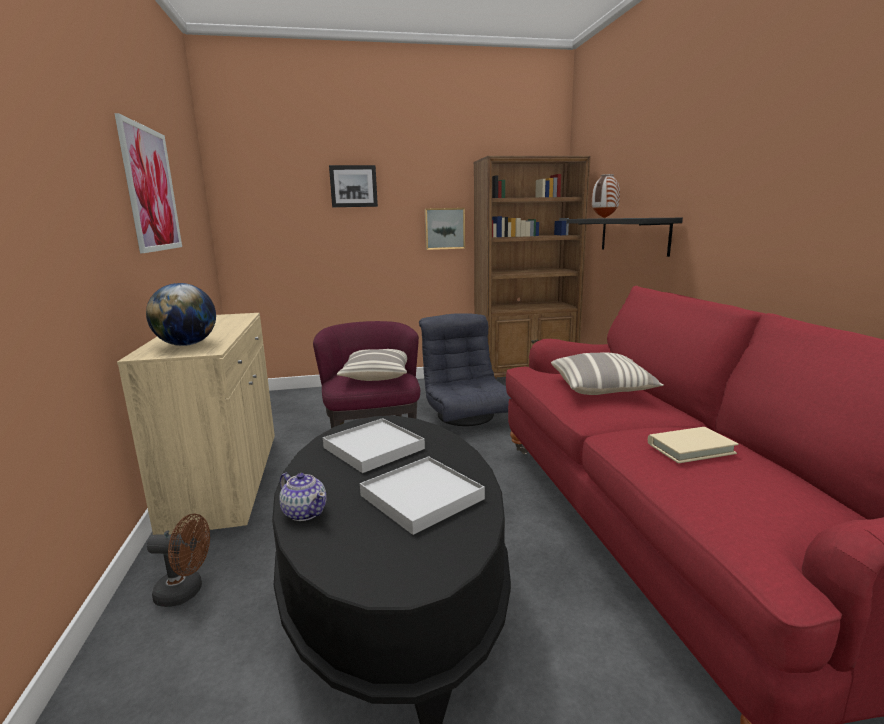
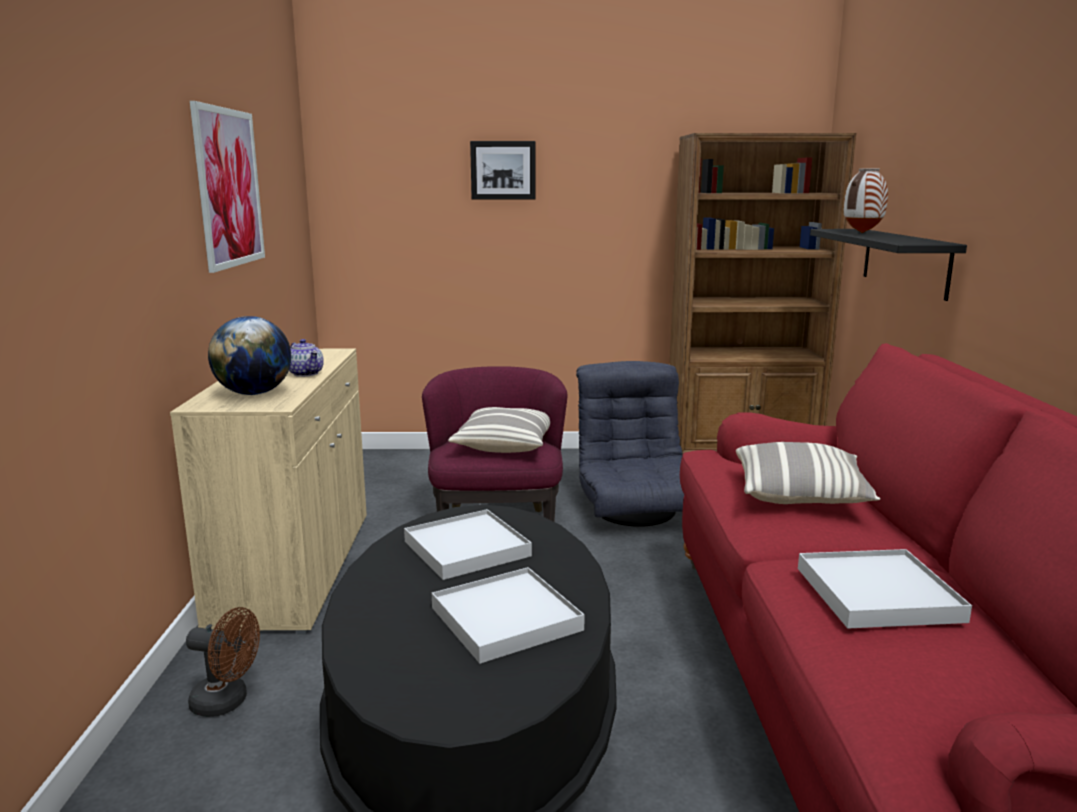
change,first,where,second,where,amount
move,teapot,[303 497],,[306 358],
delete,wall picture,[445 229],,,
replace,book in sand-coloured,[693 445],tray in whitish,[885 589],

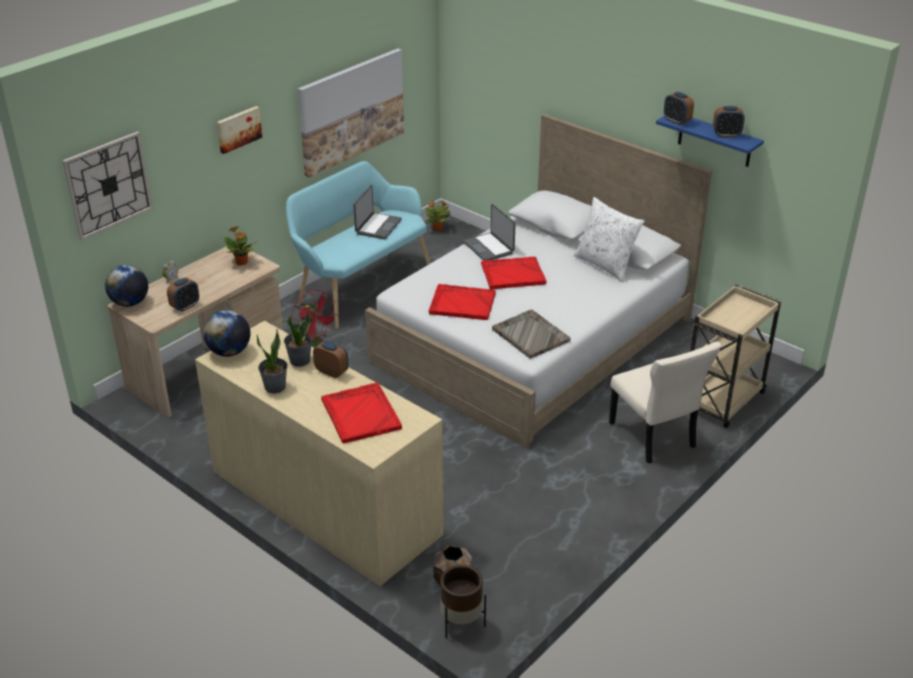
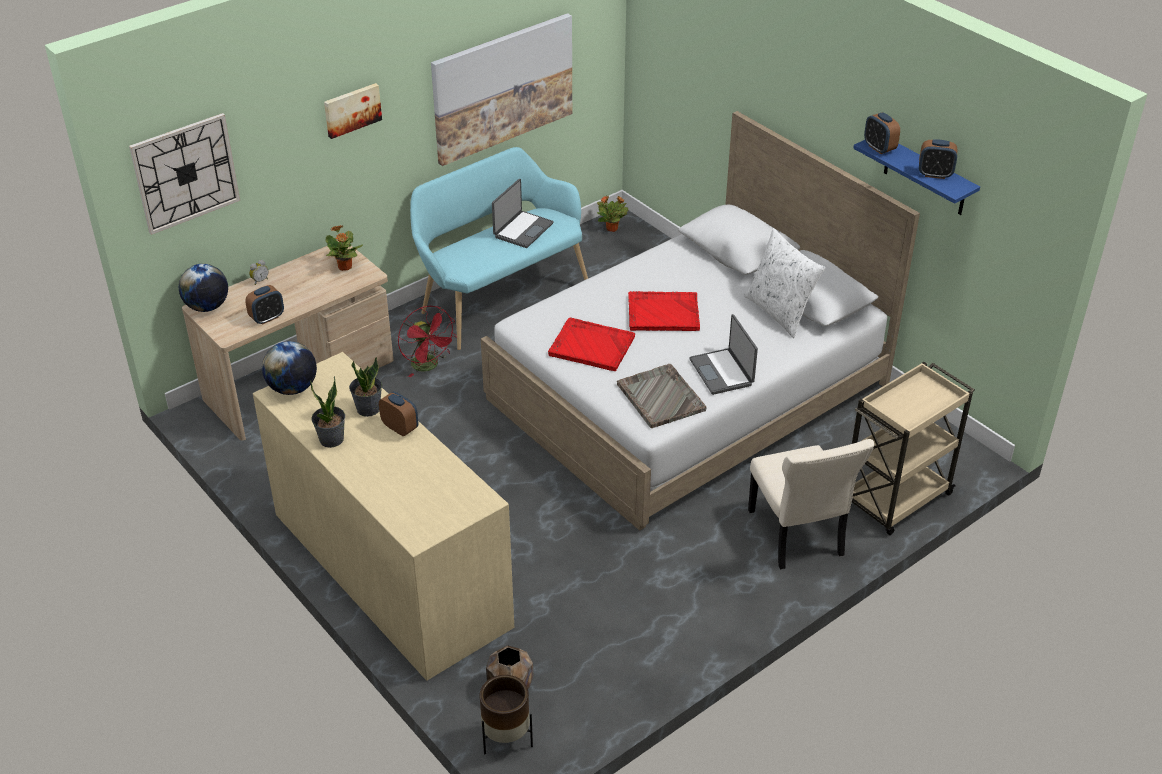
change,first,where,second,where,amount
delete,tray in red,[361 413],,,
move,notebook computer,[489 232],,[723 354],

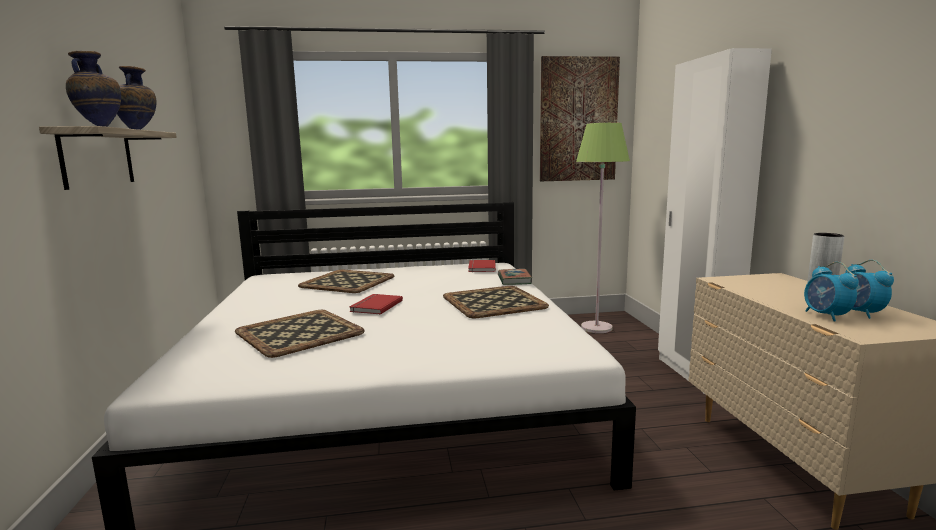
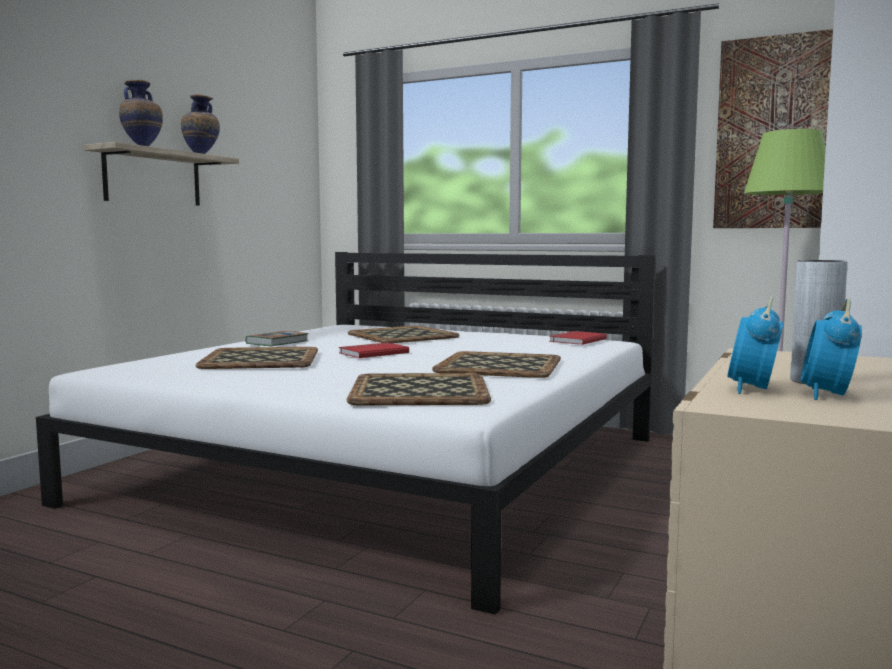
change,first,where,second,where,amount
move,book,[515 277],,[277 338],
insert,,,tray,[419 389],

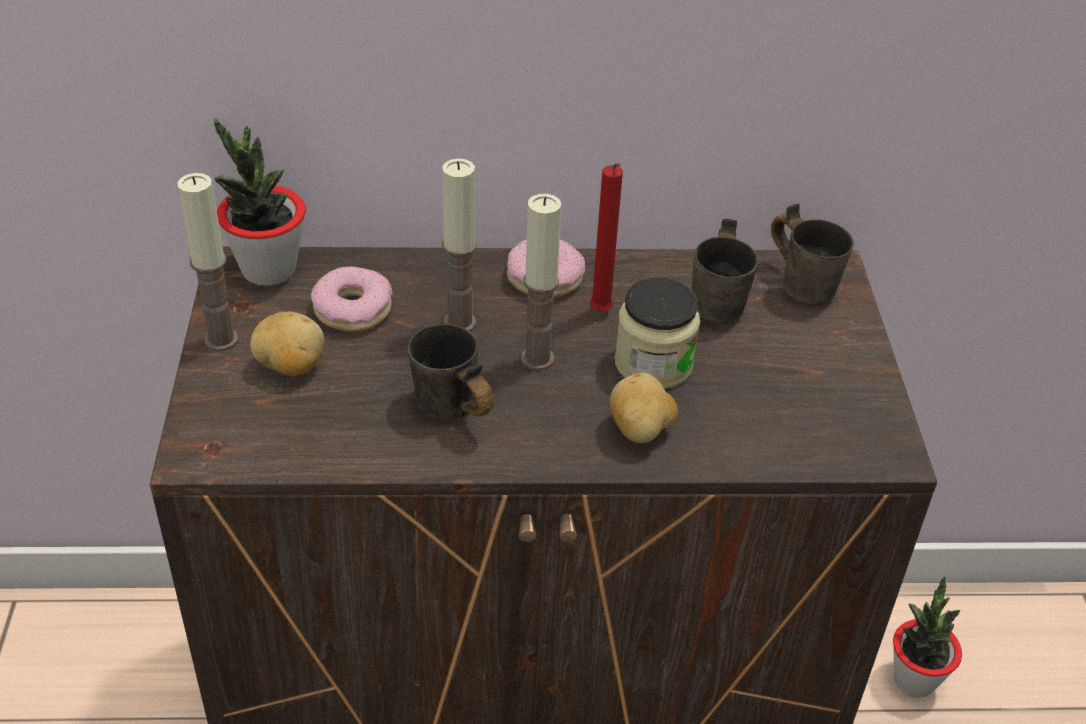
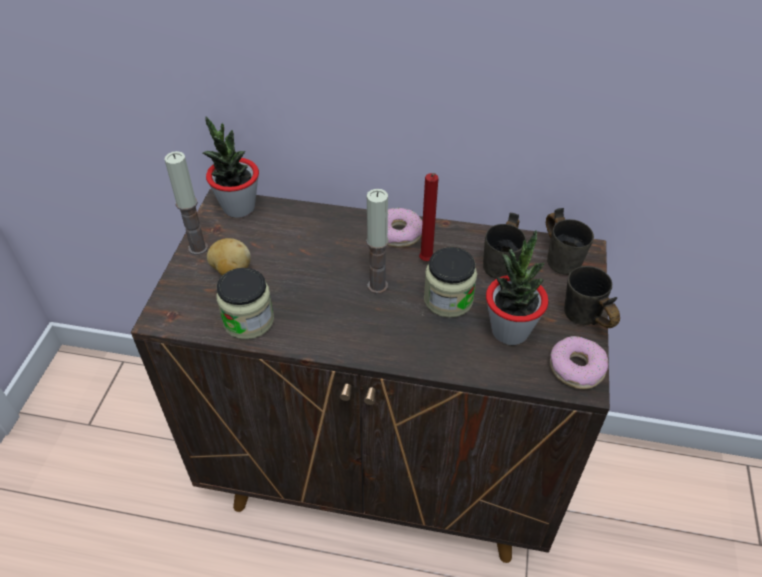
change,first,where,second,where,amount
move,doughnut,[352 299],,[579 362],
move,mug in greyish,[451 371],,[592 297],
delete,wax candle,[459 244],,,
delete,spud,[644 408],,,
move,houseplant,[927 637],,[517 287],
insert,,,preserve jar,[245 304],

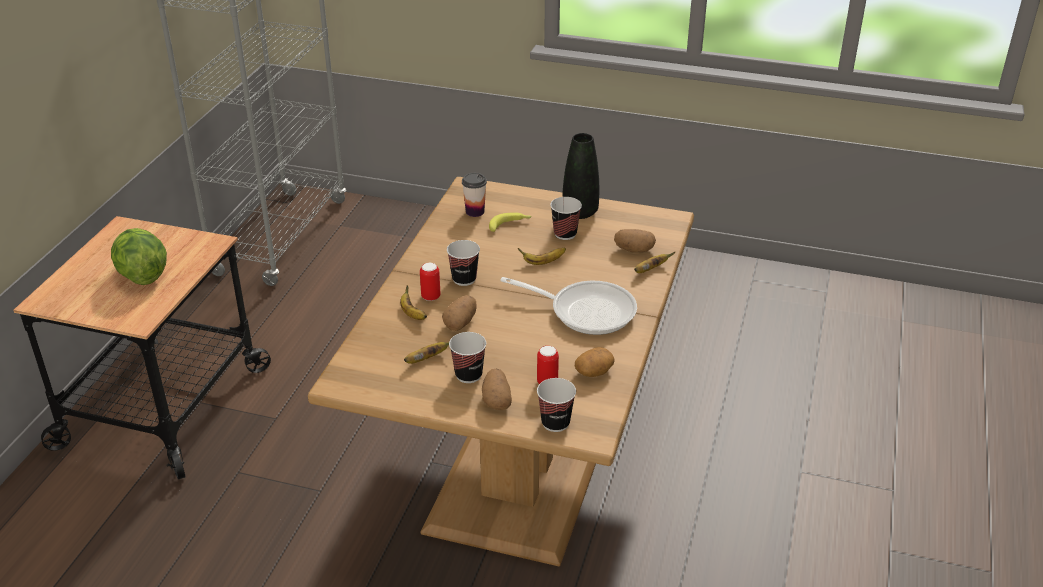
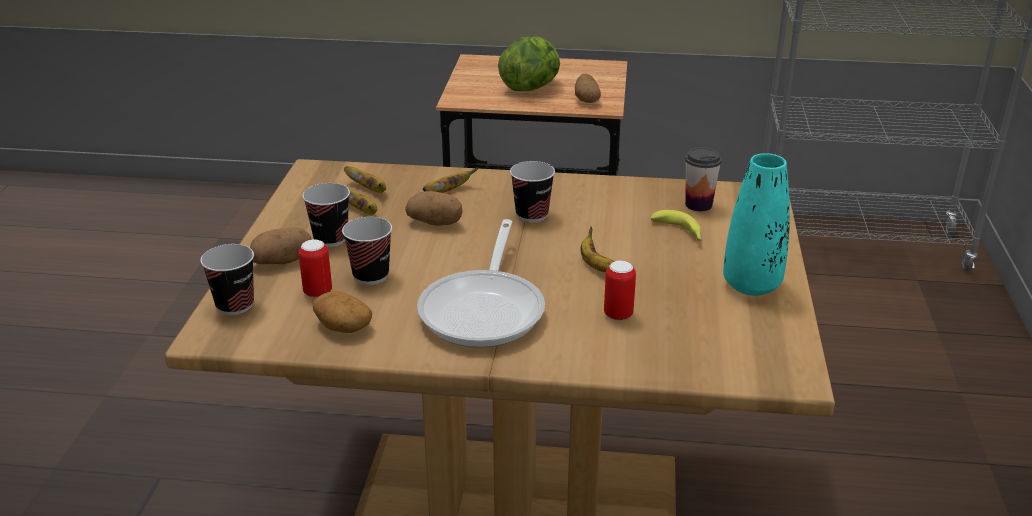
change,first,where,second,where,amount
move,sealed can,[430 282],,[620 290],
move,cup,[566 218],,[367 251],
recolor,decorative vase in black-coloured,[580 176],decorative vase in turquoise-coloured,[756 224],
move,spud,[635 241],,[588 88],
move,banana,[654 262],,[365 179],

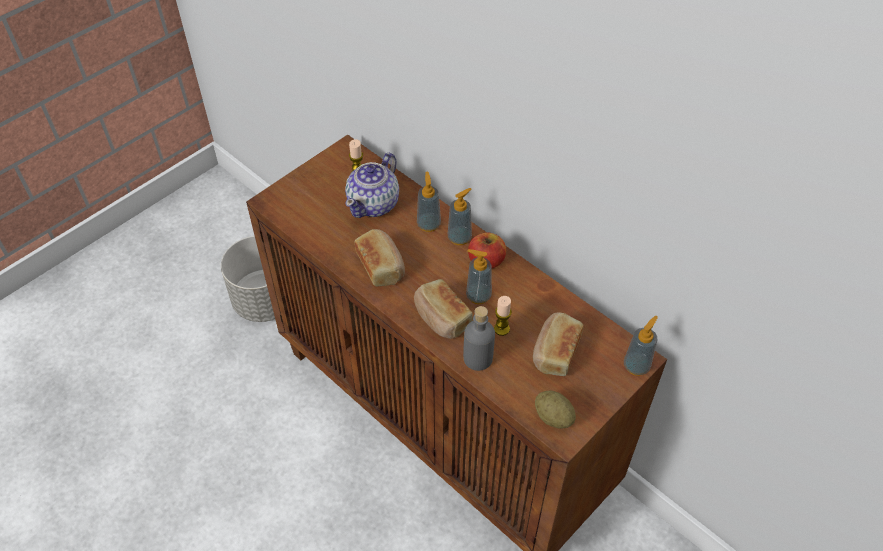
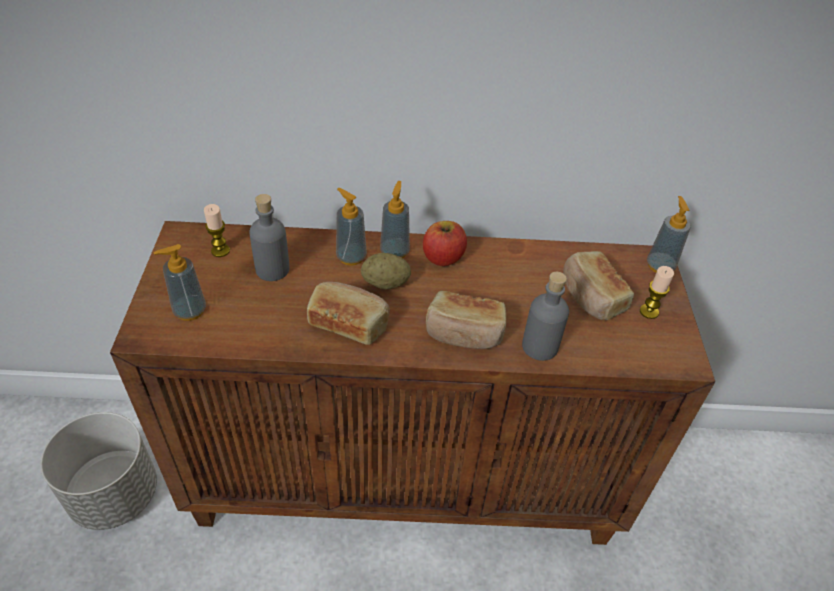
change,first,where,second,where,amount
replace,teapot,[372 185],beverage bottle in greyish,[269 237],
move,soap bottle,[479 276],,[179 282],
move,wax candle,[503 316],,[657 292],
move,spud,[555 409],,[386 271],

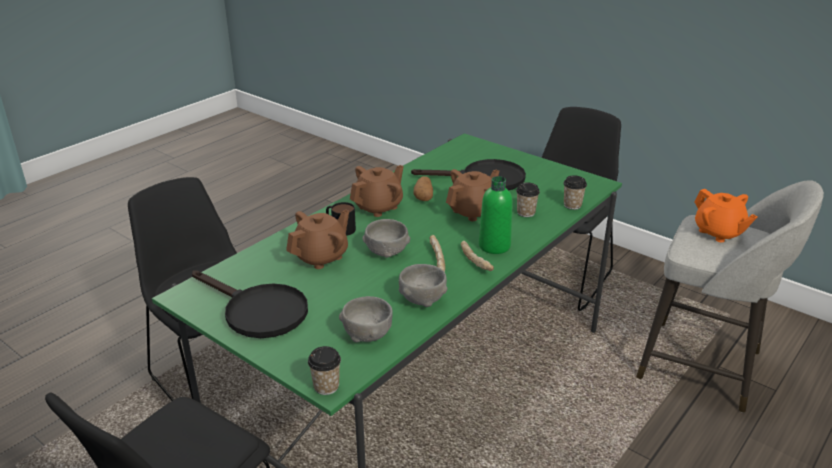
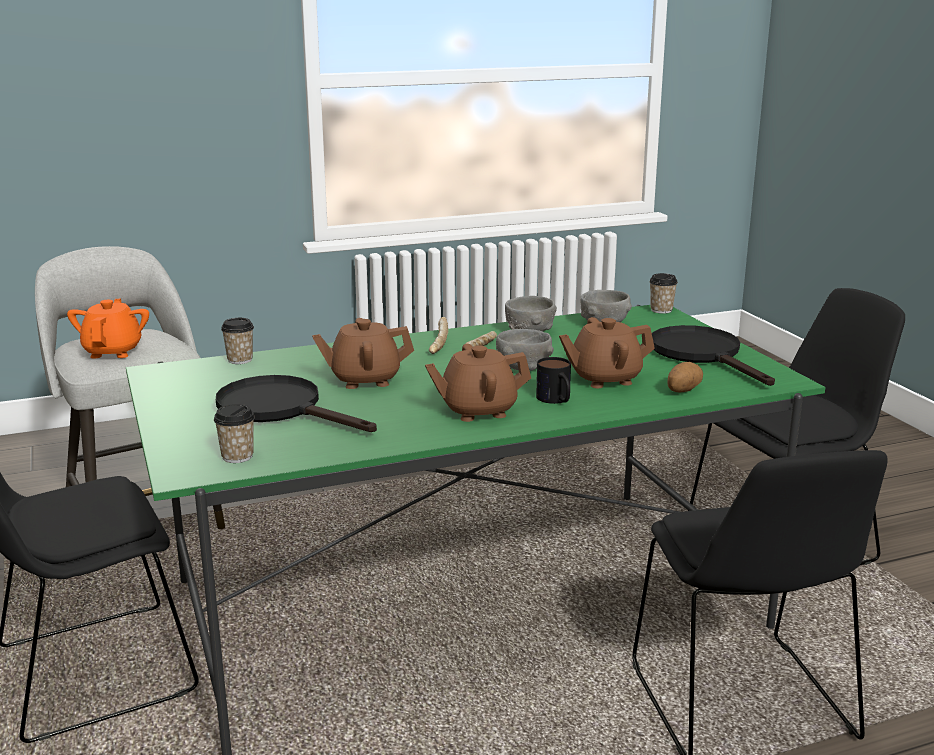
change,first,where,second,where,amount
move,spud,[423 188],,[685 377],
delete,beverage bottle in green,[496 215],,,
move,cup,[528 199],,[234 433],

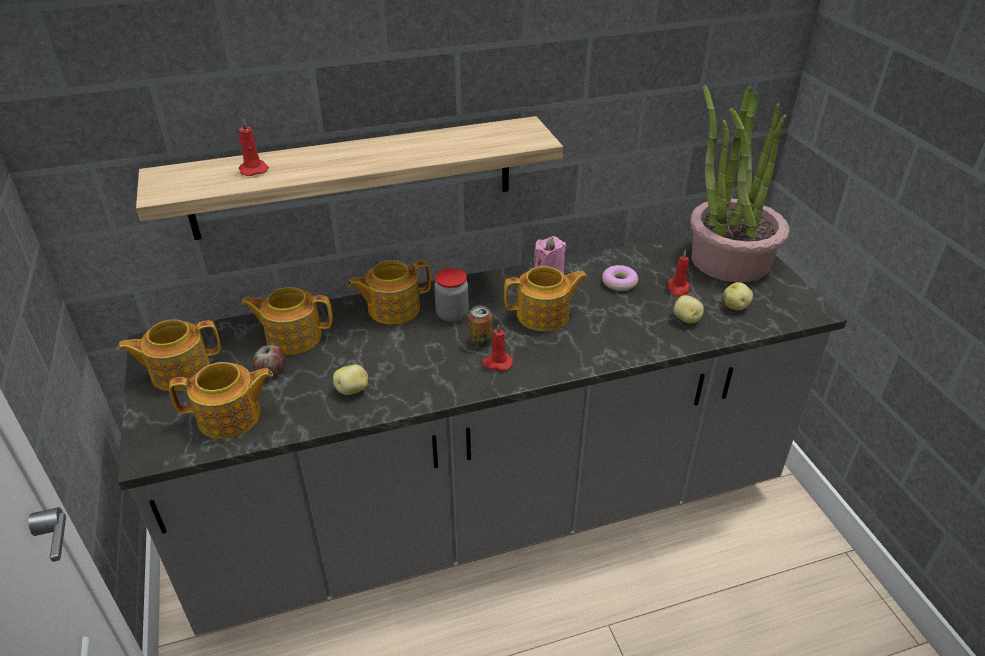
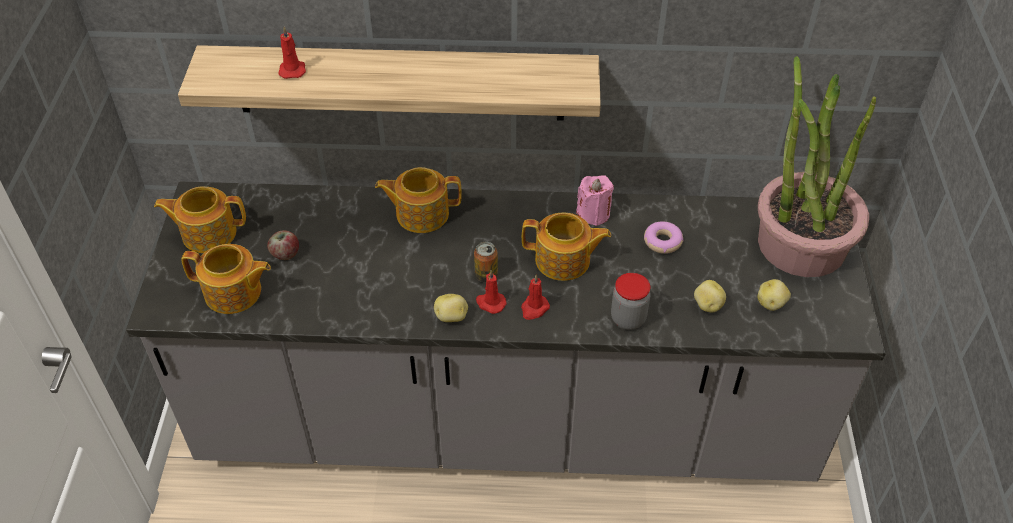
change,first,where,second,where,amount
delete,teapot,[287 321],,,
move,spud,[350 379],,[451 308],
move,preserve jar,[451 295],,[631 301],
move,wax candle in red,[679 273],,[535 297],

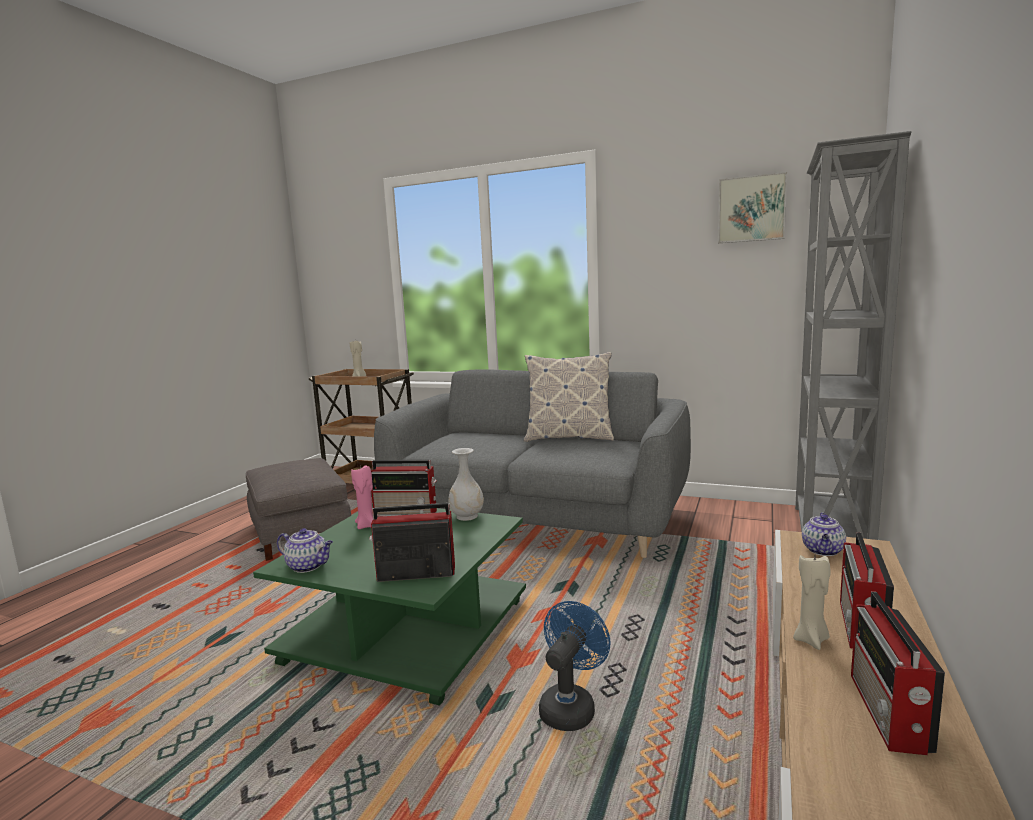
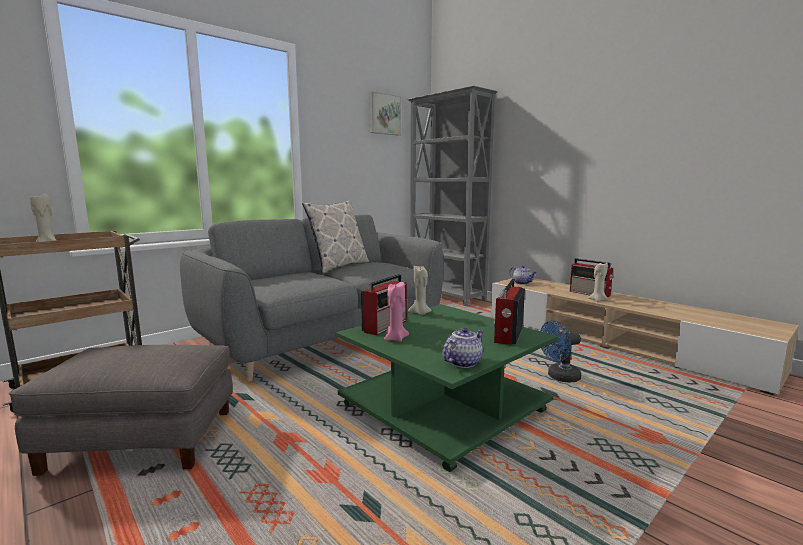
change,first,where,second,where,amount
replace,decorative vase in whitish,[466 484],wax candle in sand-coloured,[420 290],
rotate,cooling fan in bluish,[575 666],,[560 351],75 degrees counterclockwise
delete,radio,[898 673],,,

